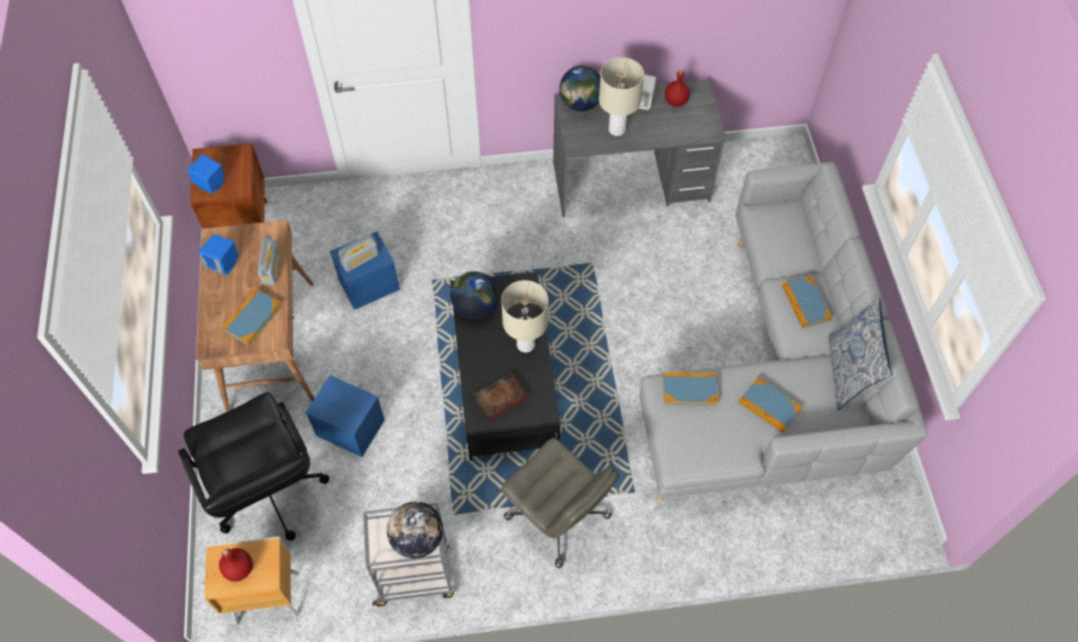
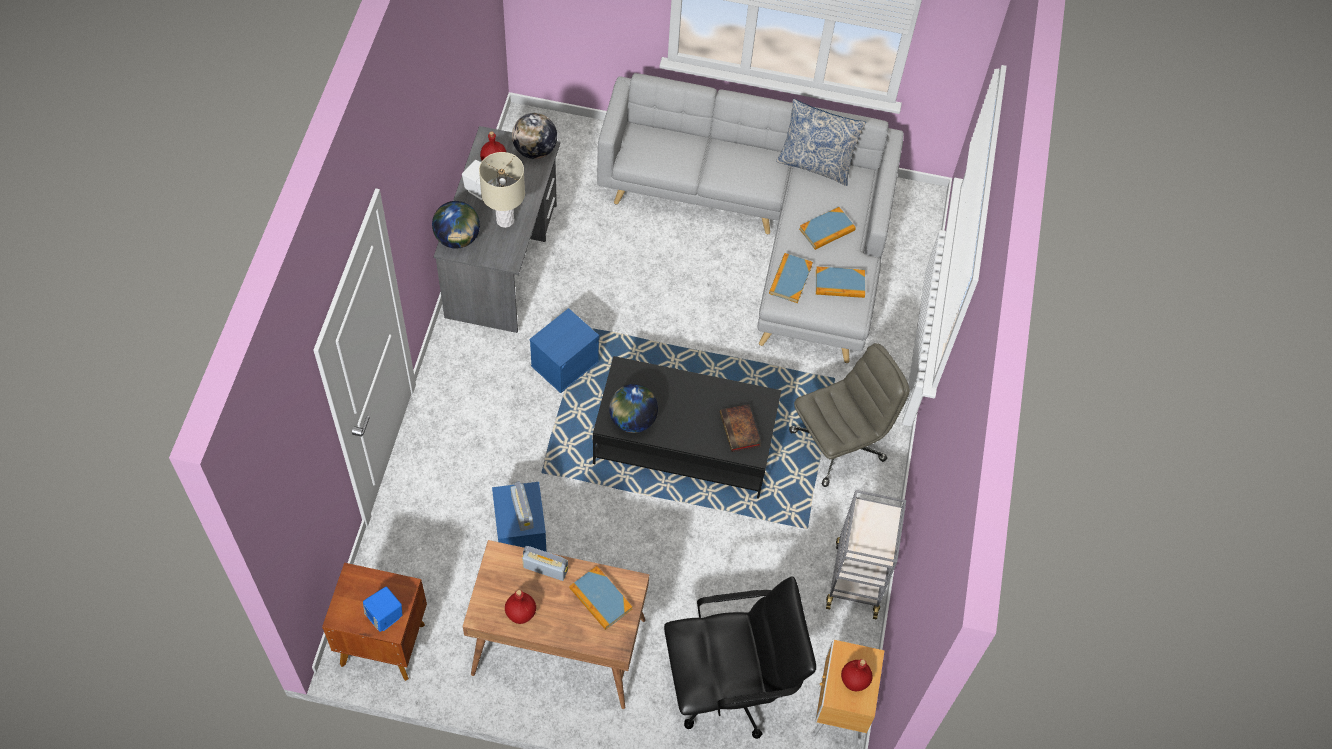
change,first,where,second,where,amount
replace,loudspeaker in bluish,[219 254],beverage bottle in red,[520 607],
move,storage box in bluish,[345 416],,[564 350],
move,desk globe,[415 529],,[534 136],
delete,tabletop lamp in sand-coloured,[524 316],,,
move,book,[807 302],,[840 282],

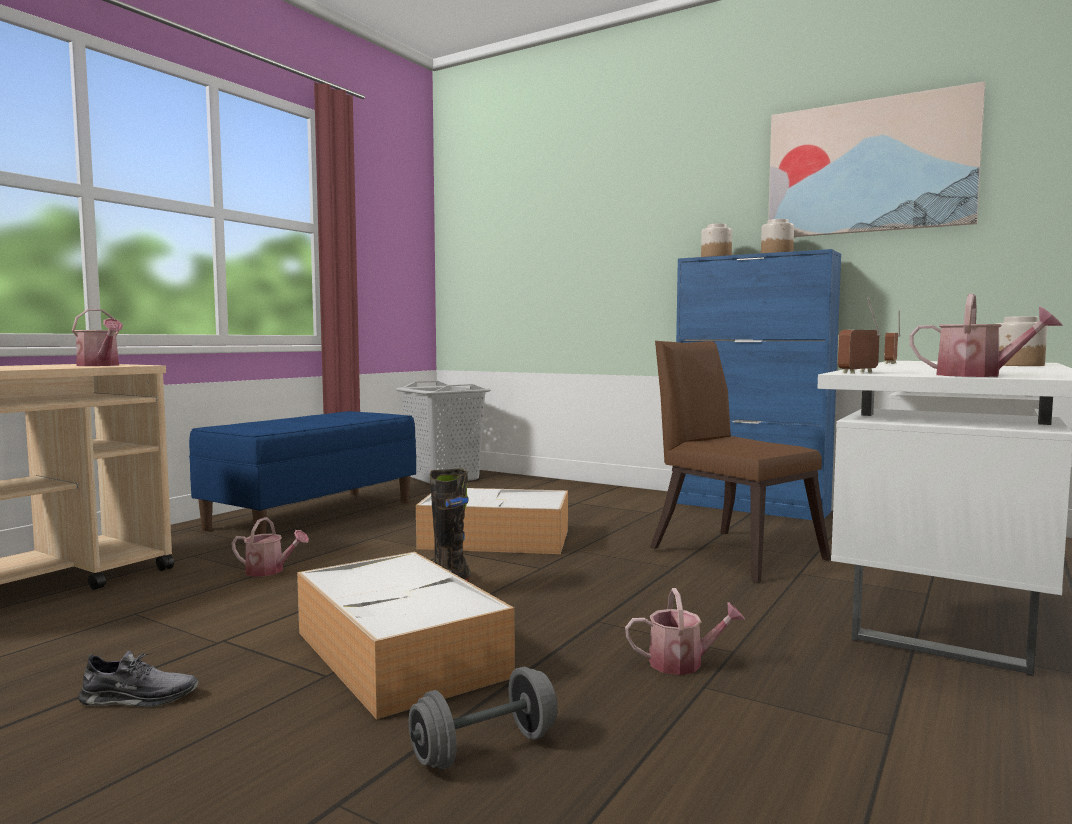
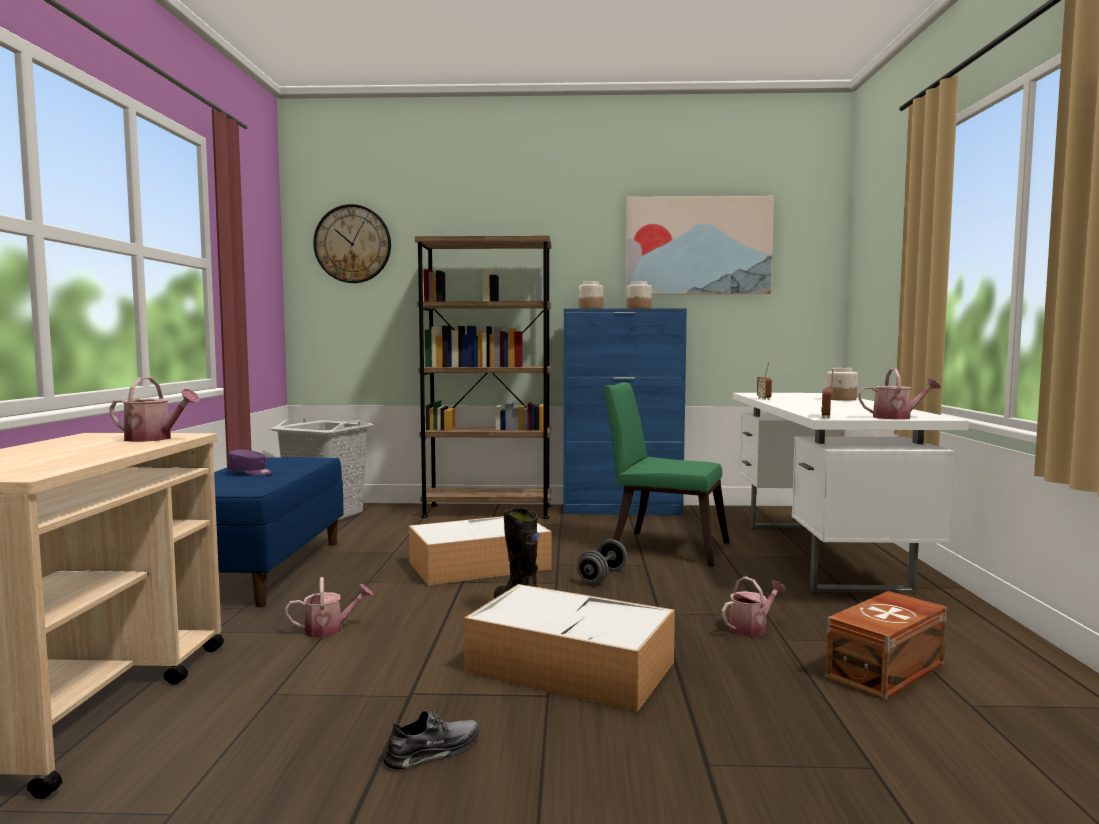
change,first,where,second,where,amount
move,free weight in greyish,[483 718],,[602 561],
recolor,plain chair in brown-coloured,[740 462],plain chair in green,[666 474],
insert,,,baseball cap in purplish,[250 462],
insert,,,wall clock,[352 243],
insert,,,bookshelf in brown-coloured,[483 377],
insert,,,storage box in brown-coloured,[886 645],

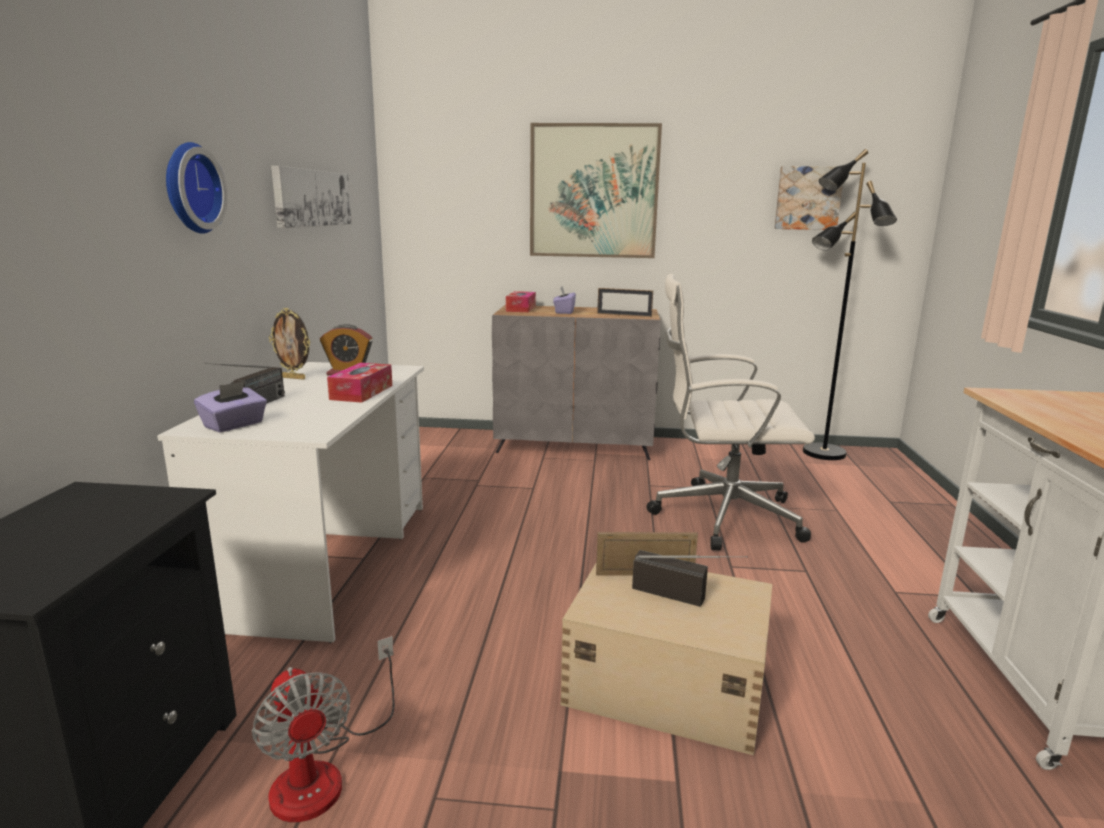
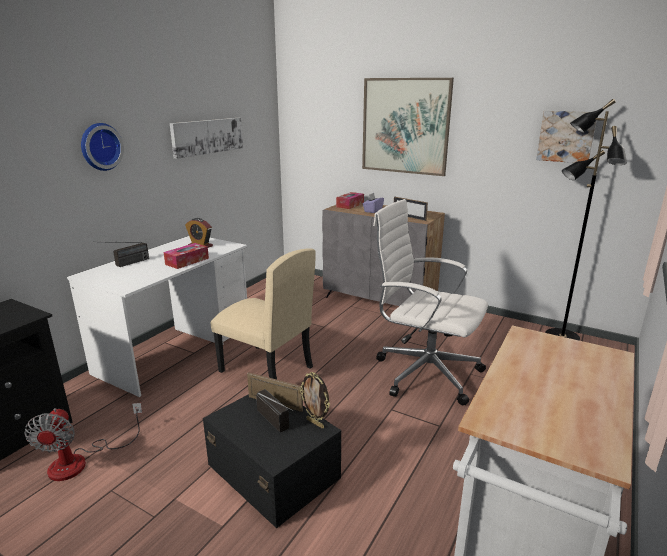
change,first,where,second,where,amount
delete,tissue holder in purplish,[230 407],,,
move,photo frame,[289 344],,[314 400],
recolor,storage box in sand-coloured,[666 659],storage box in black-coloured,[272 461],
insert,,,plain chair in sand-coloured,[263 314],

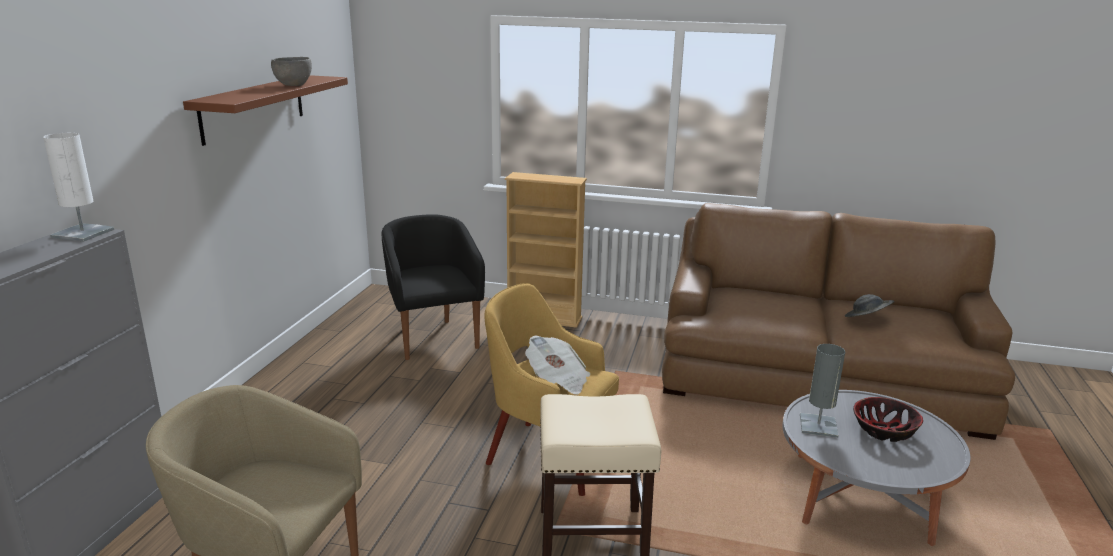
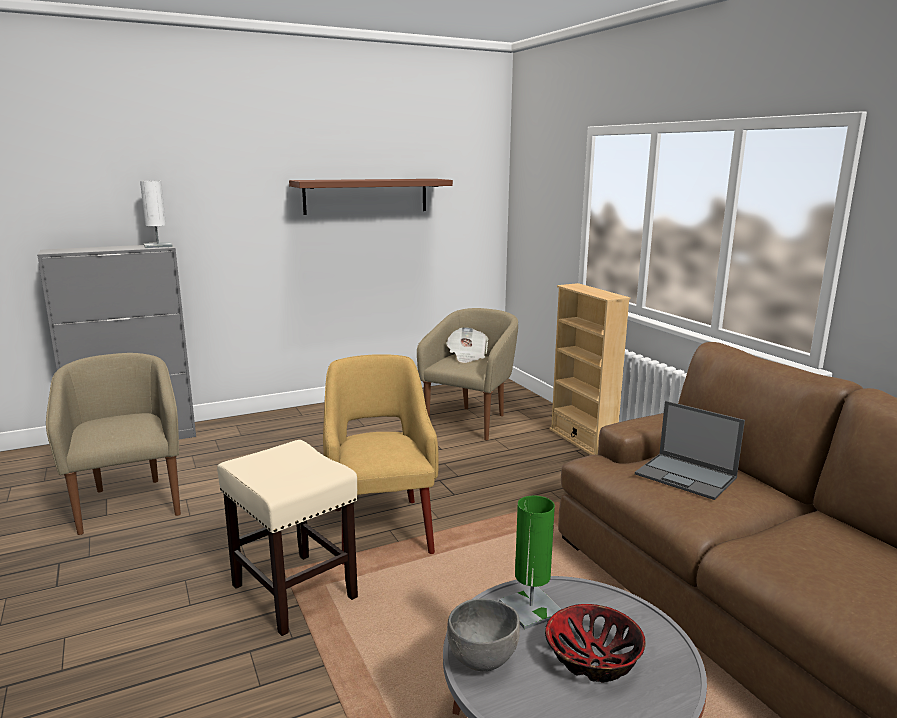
change,first,where,second,where,amount
move,bowl in greyish,[291 71],,[483 634],
recolor,armchair in black-coloured,[433 287],armchair in sand-coloured,[467 374],
move,daily paper,[557 364],,[467 345],
recolor,tabletop lamp in greyish,[822 391],tabletop lamp in green,[530 562],
delete,hat in greyish,[870 305],,,
insert,,,notebook computer,[690 450],

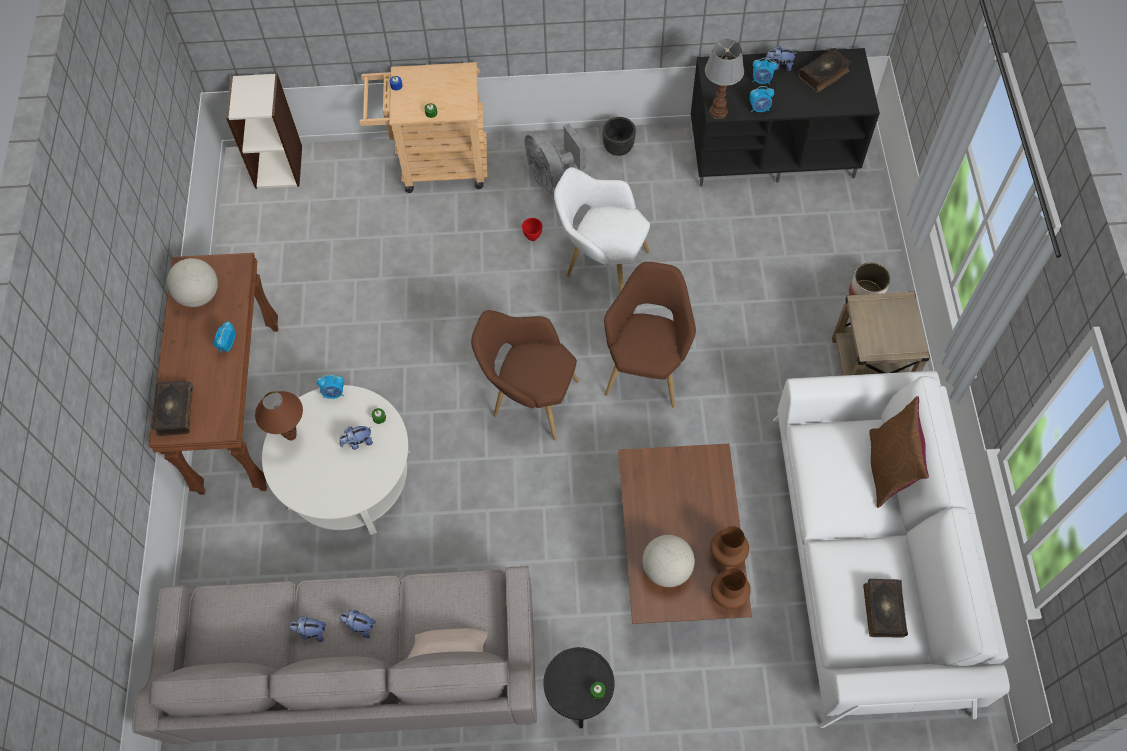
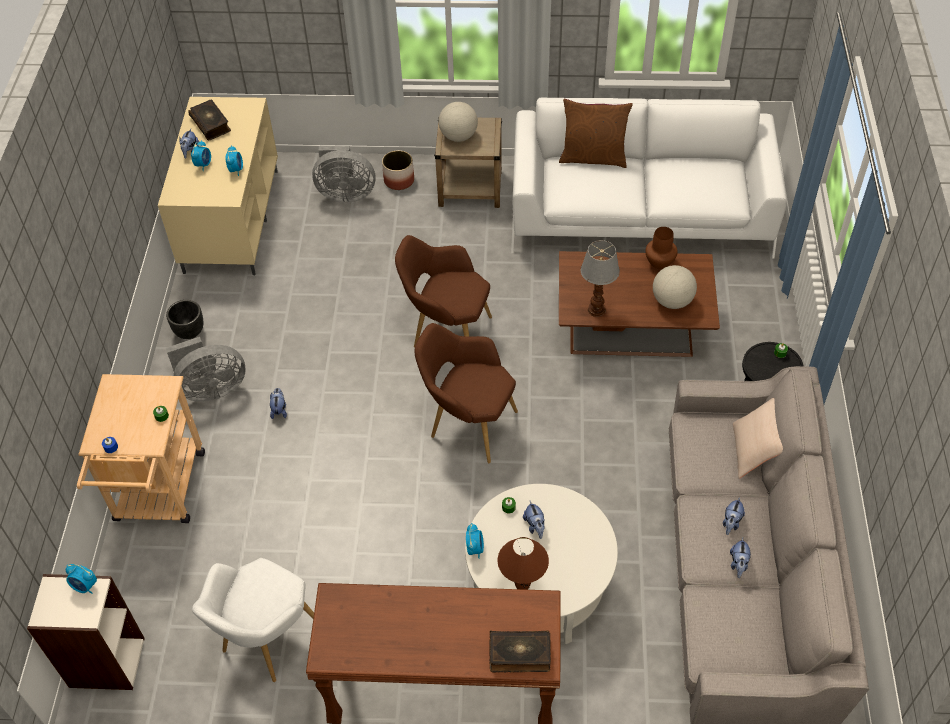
change,first,where,second,where,amount
move,desk globe,[192 282],,[458 122],
move,table clock,[225 337],,[81 579],
rotate,armchair in brown-coloured,[525 375],,[466 393],90 degrees clockwise
replace,bowl in red,[532 229],cuddly toy,[278 403],
move,armchair in whitish,[602 229],,[253 620],
recolor,tv stand in black-coloured,[785 117],tv stand in sand-coloured,[218 186],
move,tabletop lamp,[724 79],,[600 278],
delete,decorative vase in brown-coloured,[731 588],,,
delete,book,[885 608],,,
insert,,,cooling fan in greyish,[344 174],

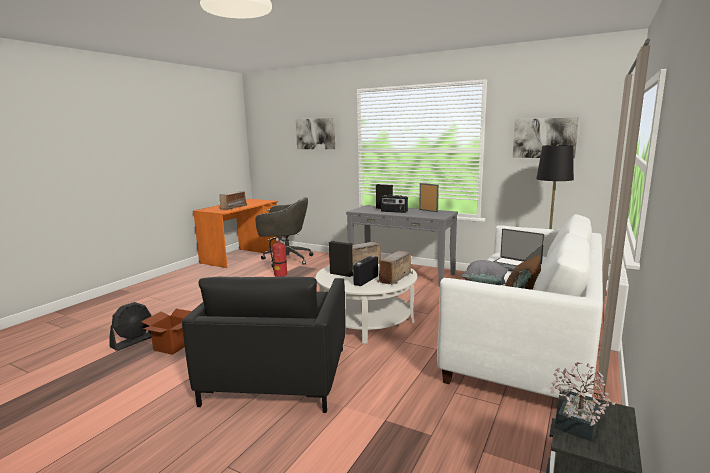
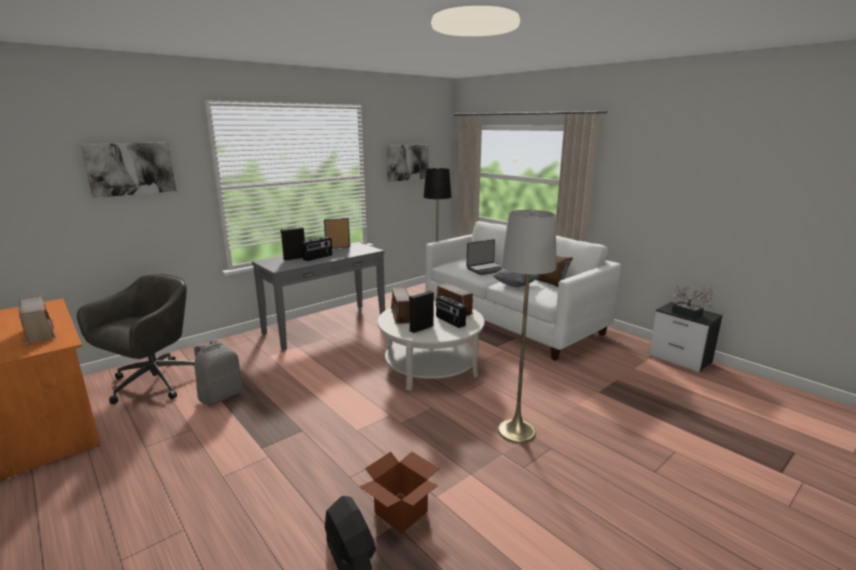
change,first,where,second,where,amount
replace,armchair in black-coloured,[263 345],standard lamp in greyish,[527 326],
replace,fire-fighting cylinder,[278 256],backpack in greyish,[218 372],

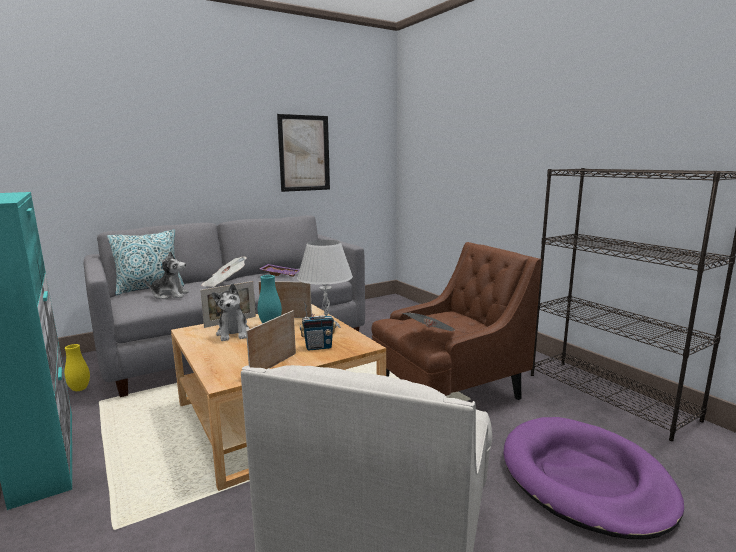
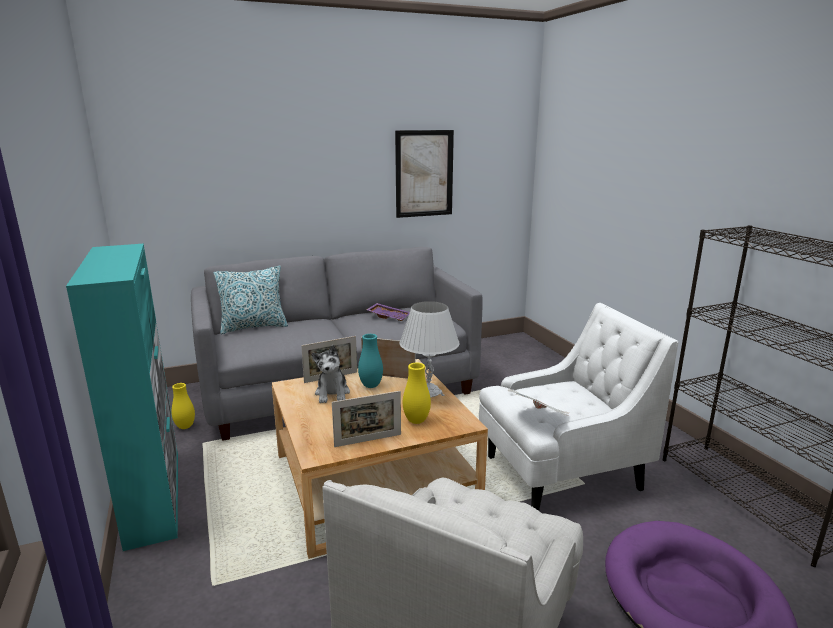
change,first,where,second,where,amount
delete,cuddly toy,[166 275],,,
delete,daily paper,[224 271],,,
rotate,photo frame,[271 339],,[366 419],150 degrees counterclockwise
replace,radio,[318 326],decorative vase in yellowish,[417 393],
recolor,armchair in brown-coloured,[456 321],armchair in whitish,[578 407],

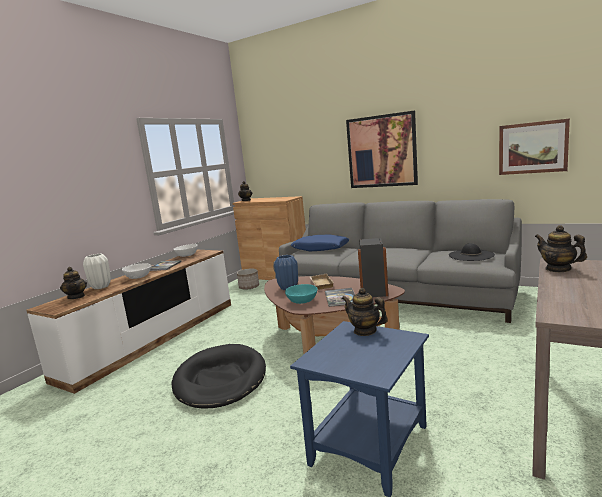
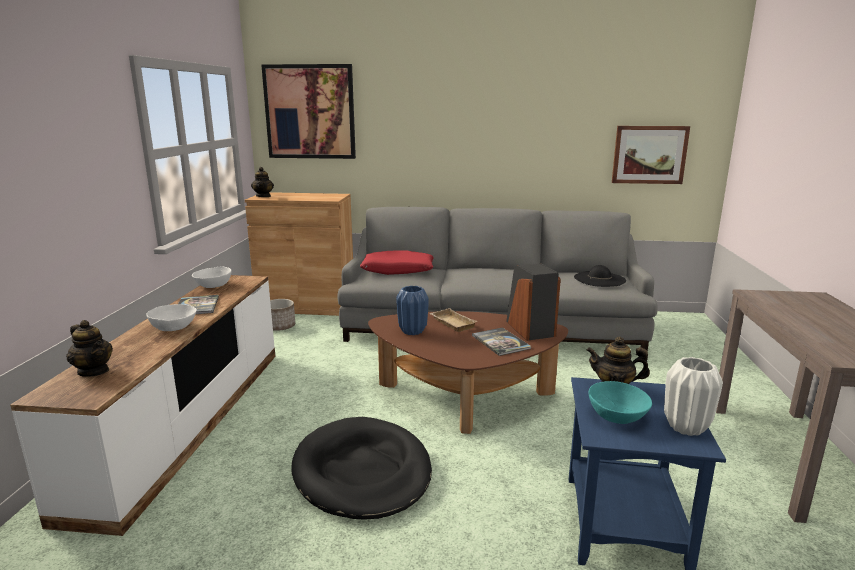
change,first,where,second,where,amount
move,decorative vase in whitish,[97 271],,[693 396],
move,bowl in turquoise-coloured,[301 294],,[620 402],
recolor,throw pillow in bluish,[320 242],throw pillow in red,[397 262],
move,wall picture,[382 149],,[308 111],
delete,teapot,[561 248],,,

